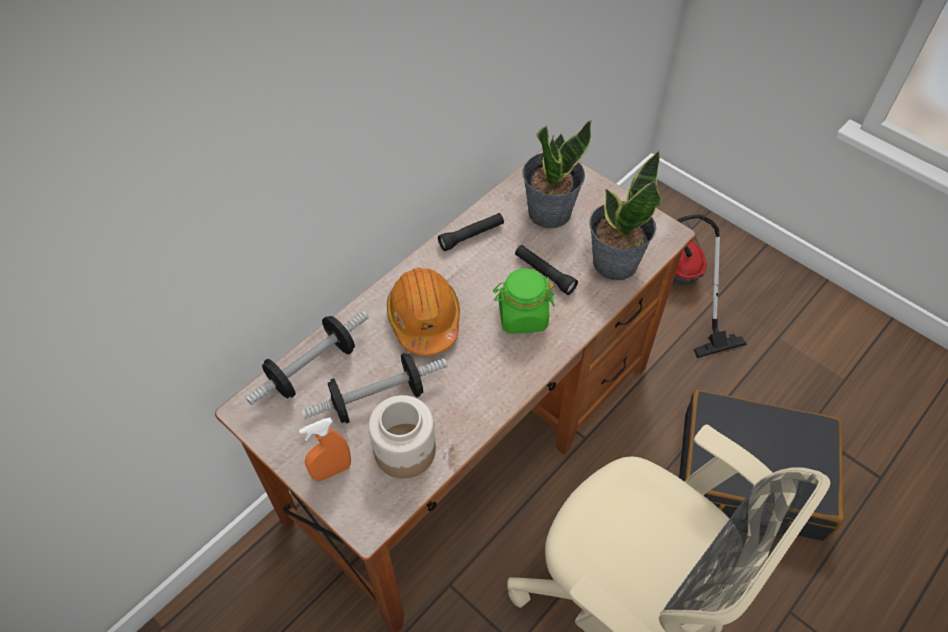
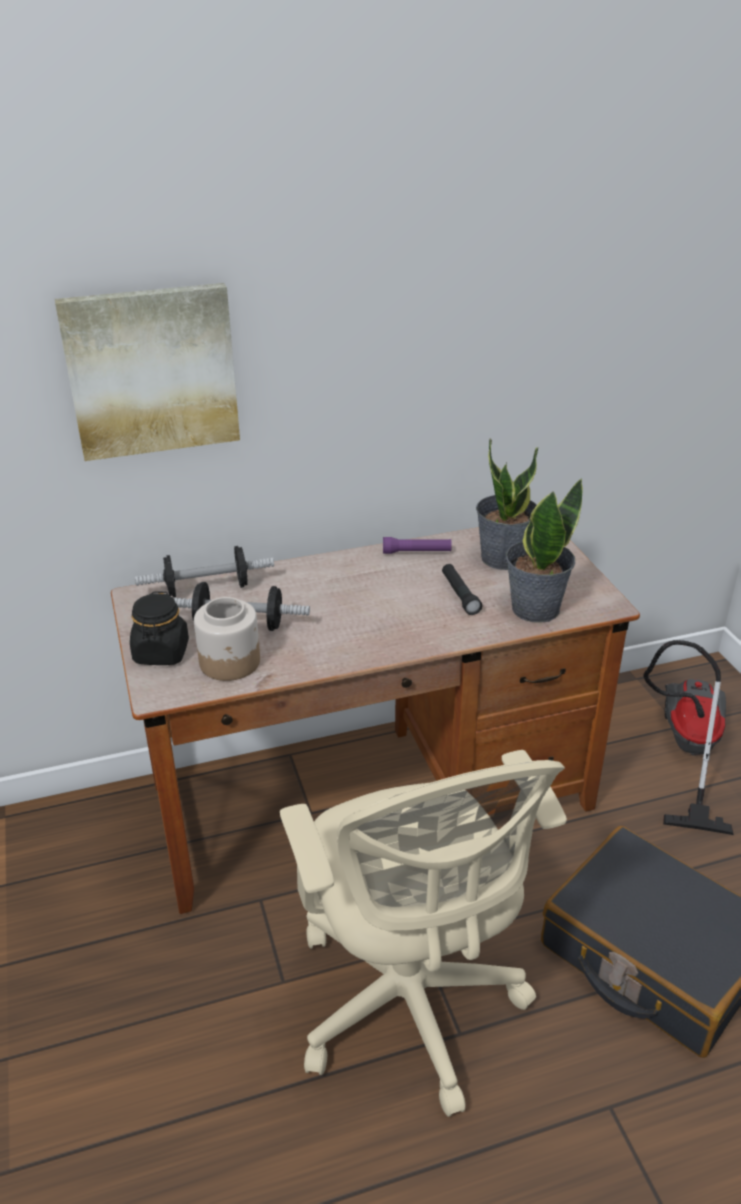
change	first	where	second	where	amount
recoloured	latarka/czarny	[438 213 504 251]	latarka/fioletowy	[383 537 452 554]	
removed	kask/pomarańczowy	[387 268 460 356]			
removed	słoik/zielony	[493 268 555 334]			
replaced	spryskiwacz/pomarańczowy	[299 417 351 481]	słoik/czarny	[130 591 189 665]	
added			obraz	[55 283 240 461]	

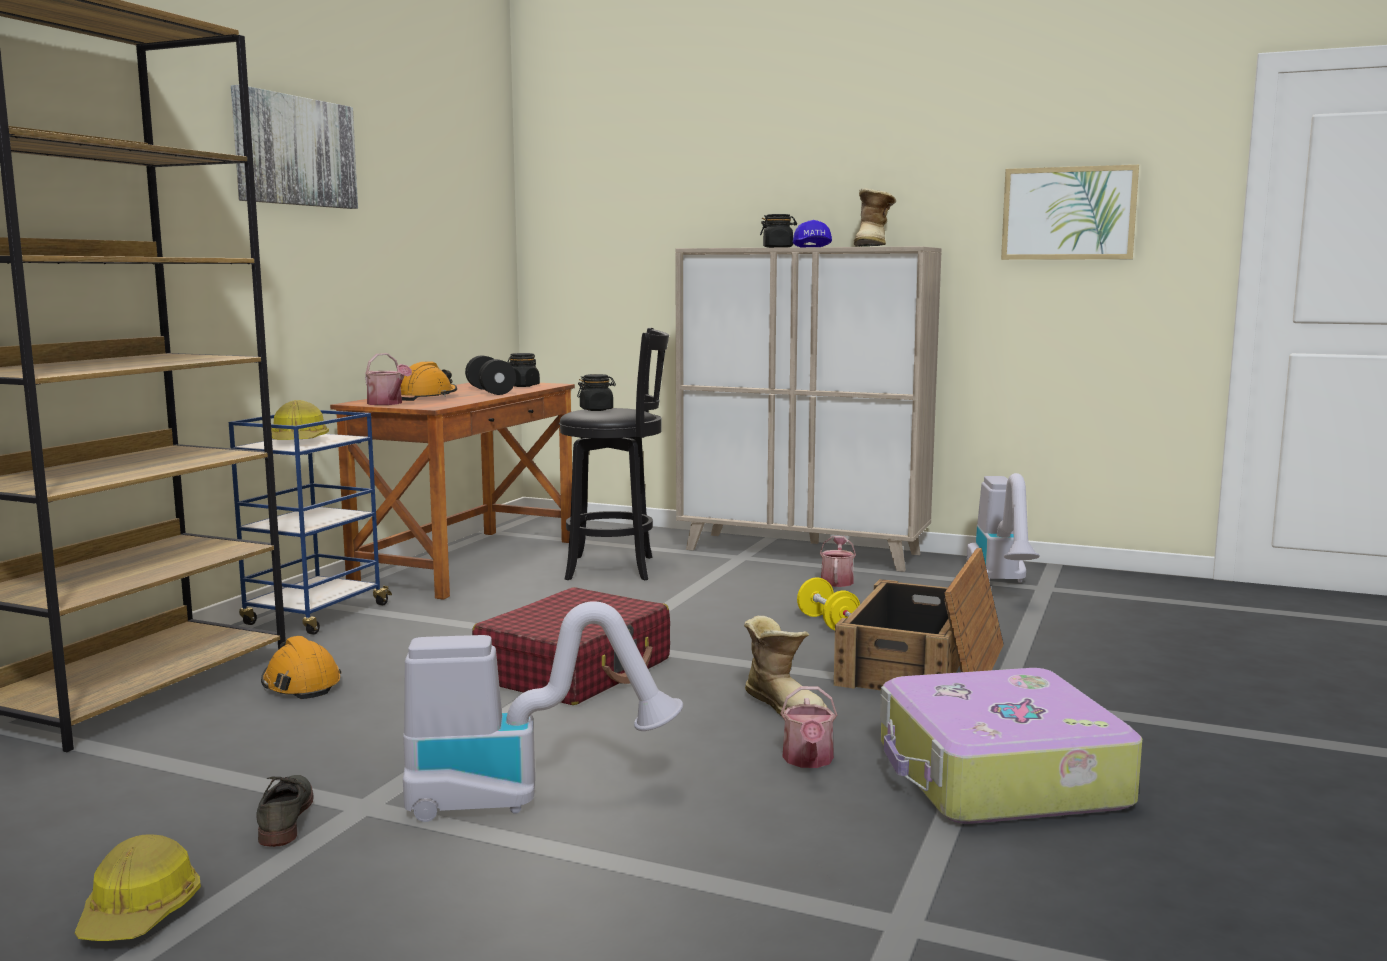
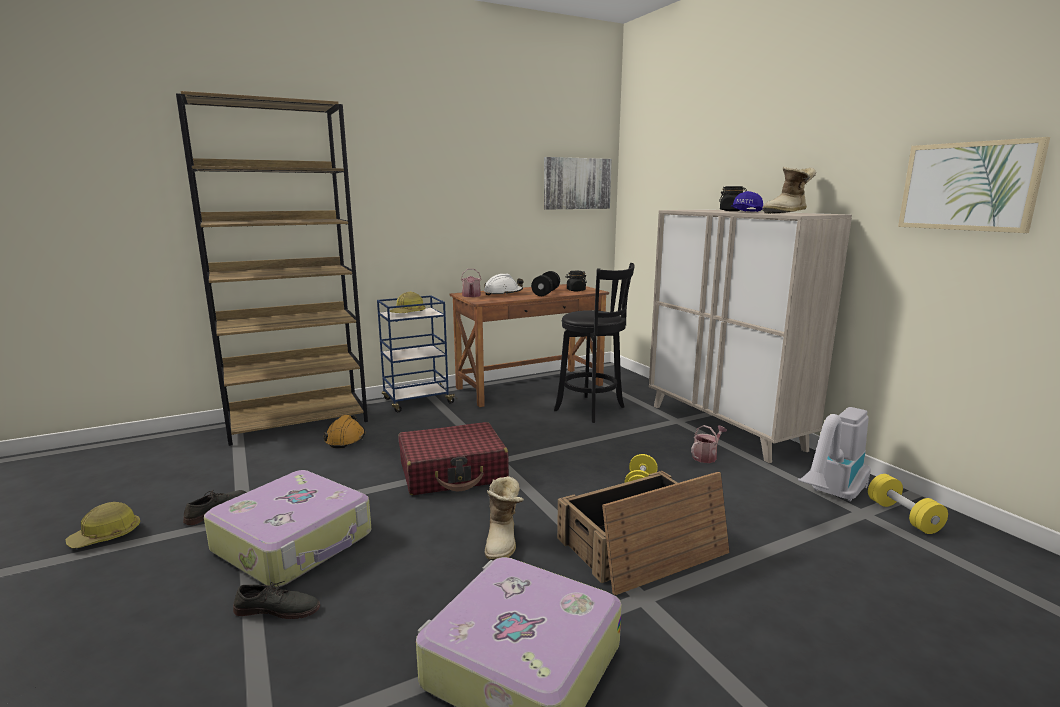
change	first	where	second	where	amount
moved	obraz	[231 85 358 209]		[544 157 612 210]	
recoloured	kask/pomarańczowy	[401 361 457 401]	kask/biały	[484 274 523 295]	
removed	słoik/czarny	[577 374 616 411]			
replaced	odkurzacz	[403 601 683 822]	walizka	[204 470 371 587]	
removed	konewka	[780 686 837 768]			
added			hantel/żółty	[868 474 948 534]	
added			but/szary	[233 581 320 619]	

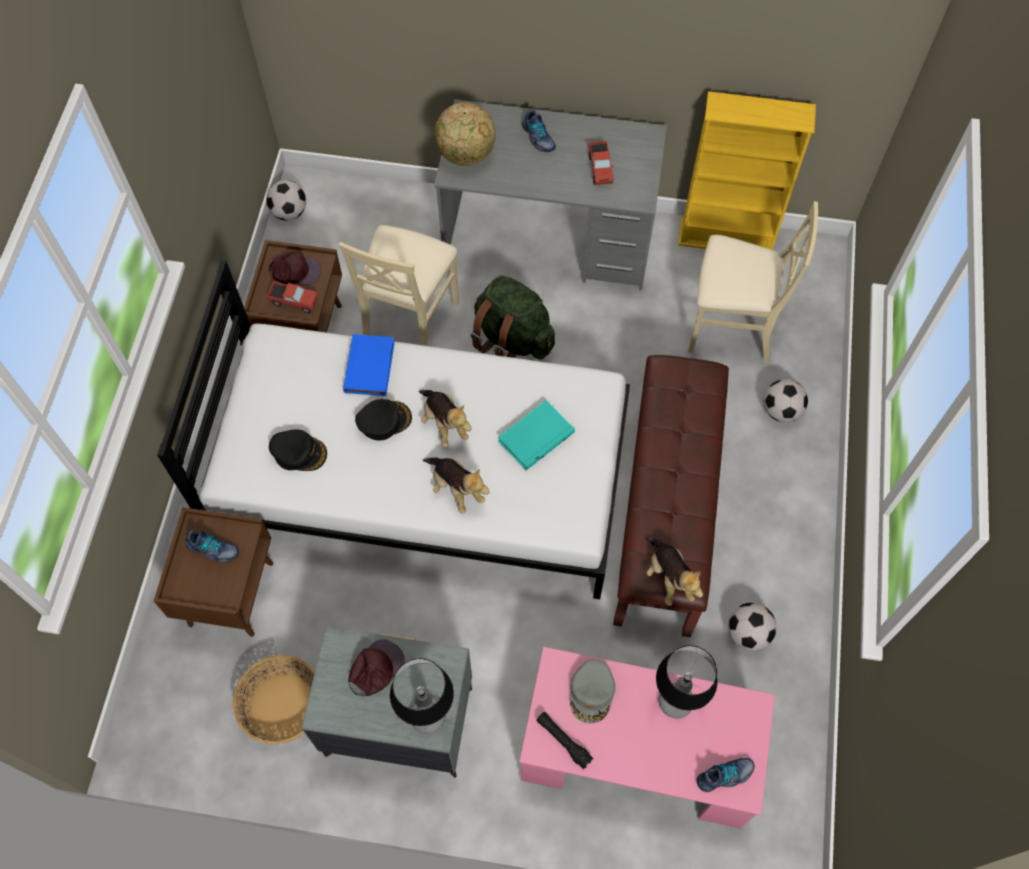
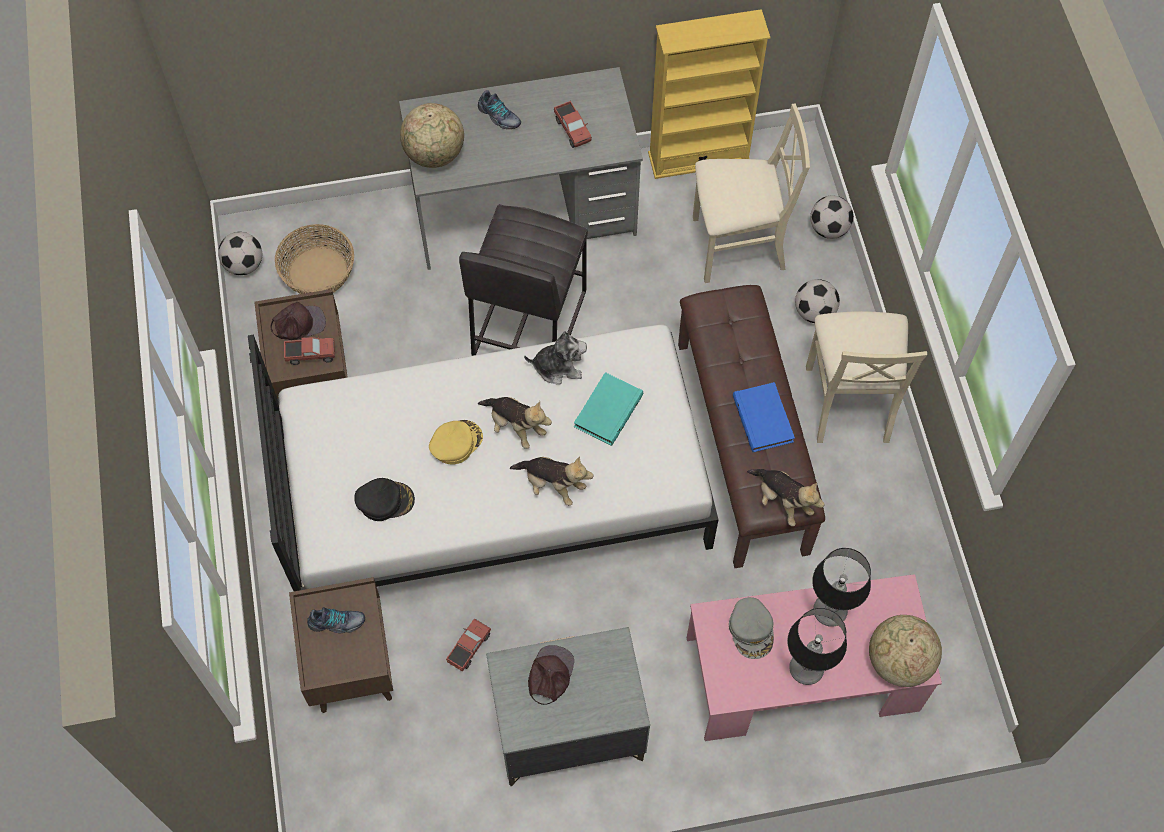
change	first	where	second	where	amount
moved	krzesło/beżowy	[339 225 459 346]		[806 311 927 443]	
replaced	plecak/zielony	[470 276 555 359]	stołek/szary	[459 204 588 356]	
moved	książka/niebieski	[343 334 395 396]		[733 382 795 452]	
recoloured	czapka z daszkiem/czarny	[355 399 412 440]	czapka z daszkiem/żółty	[429 420 483 464]	
moved	piłka futbolowa	[728 603 776 651]		[810 195 854 239]	
moved	koszyk	[233 655 315 744]		[275 224 354 294]	
moved	lampa stołowa	[390 658 454 733]		[787 608 847 685]	
removed	latarka/czarny	[536 712 593 769]			
replaced	but	[697 758 755 792]	globus	[869 615 942 687]	
added			pluszak	[524 331 587 385]	
added			ciężarówka zabawkowa	[446 619 491 671]	

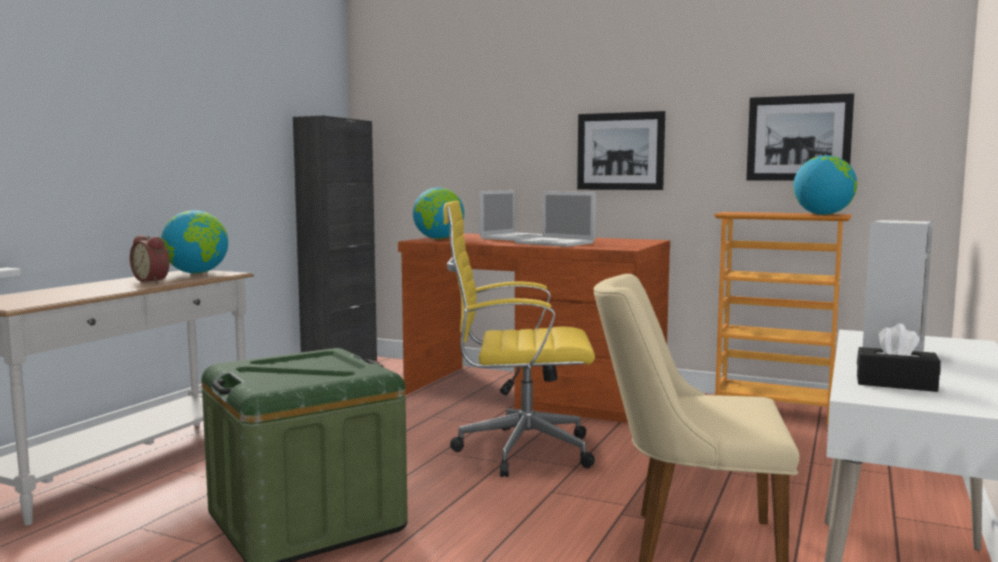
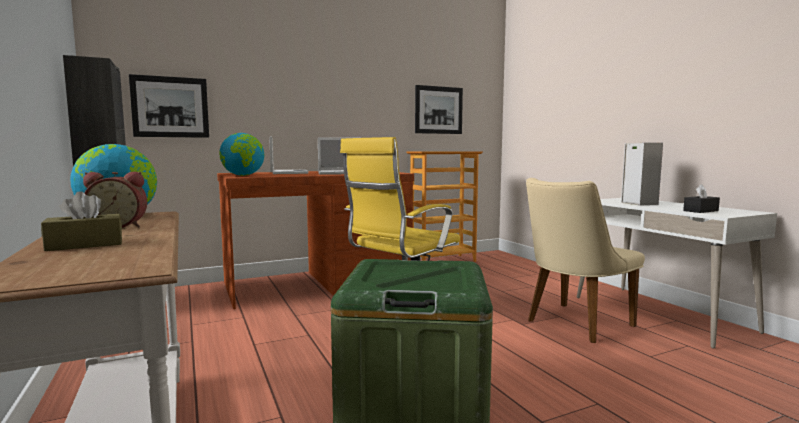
change	first	where	second	where	amount
moved	obraz	[577 111 665 190]		[129 74 209 138]	
removed	globus	[793 155 857 215]			
added			pudełko chusteczek/brązowy	[41 191 122 251]	

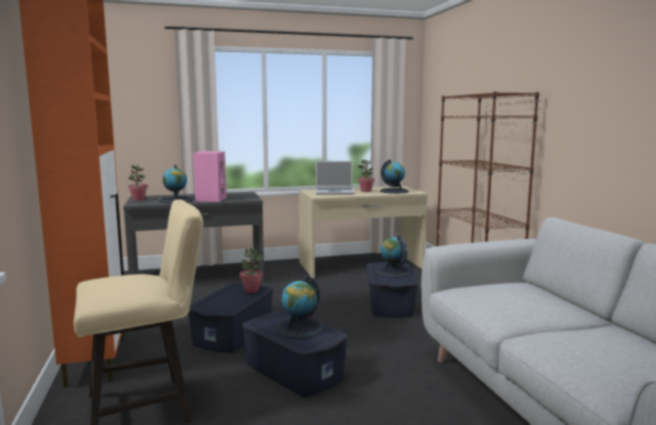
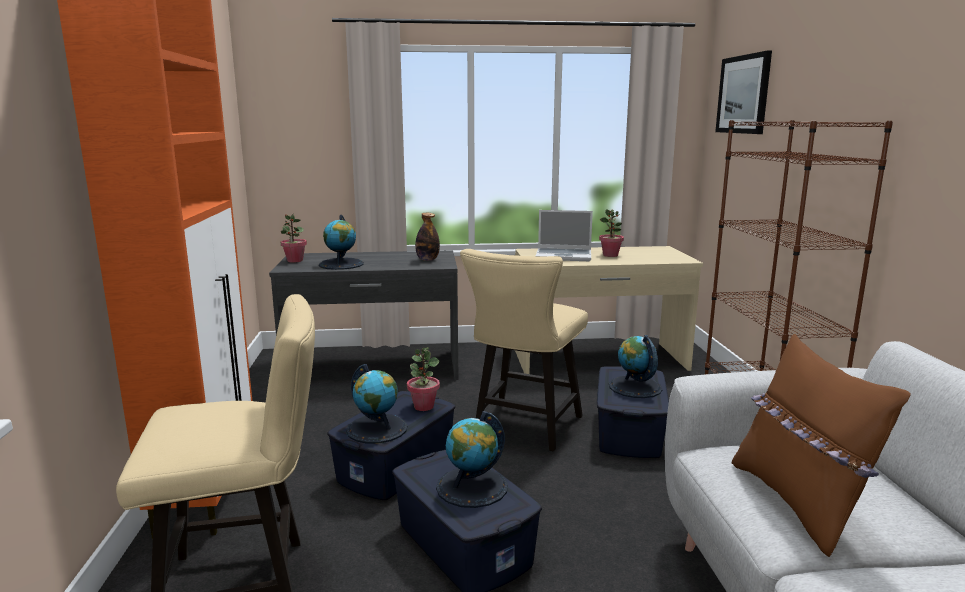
change	first	where	second	where	amount
removed	głośnik/różowy	[193 151 226 202]			
moved	globus	[380 159 409 194]		[346 364 408 444]	
added			obraz	[715 51 772 134]	
added			butelka	[415 213 440 261]	
added			krzesło/beżowy	[460 249 588 451]	
added			poduszka/brązowy	[732 334 911 557]	

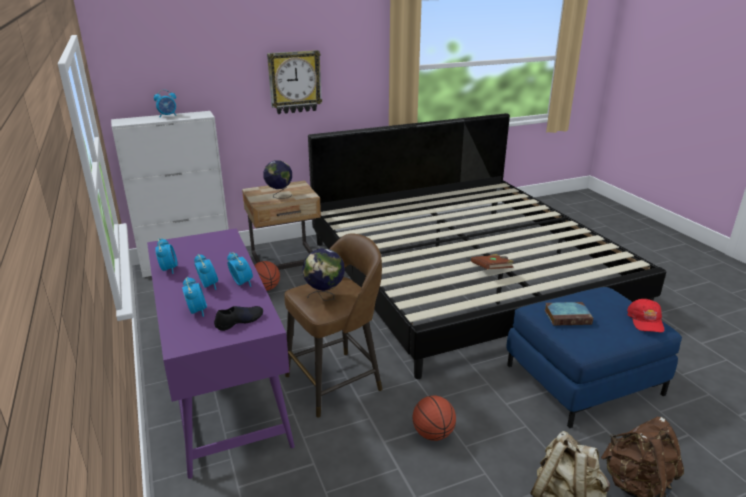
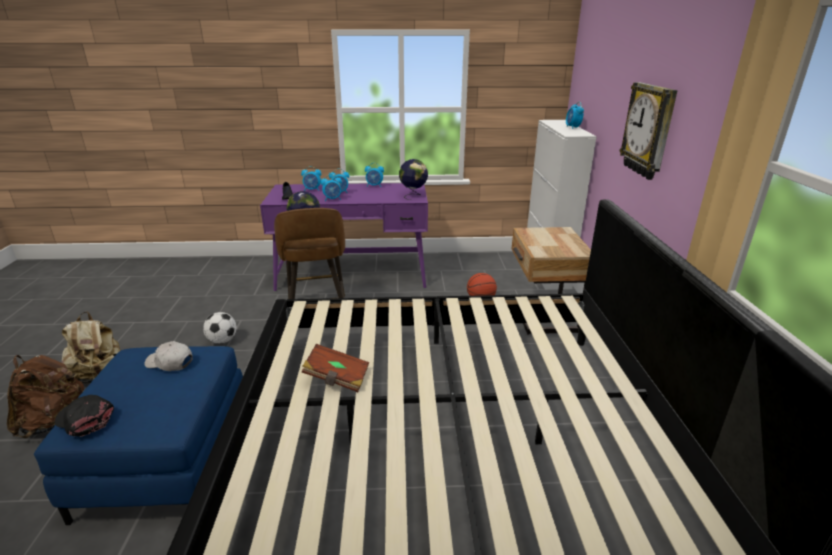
change	first	where	second	where	amount
moved	globus	[263 160 292 199]		[399 159 428 200]	
recoloured	czapka z daszkiem/czerwony	[627 299 665 333]	czapka z daszkiem/czarny	[55 395 114 437]	
replaced	książka	[545 302 593 326]	czapka z daszkiem/biały	[144 341 193 371]	
replaced	piłka do koszykówki	[413 396 456 441]	piłka futbolowa	[203 312 237 344]	

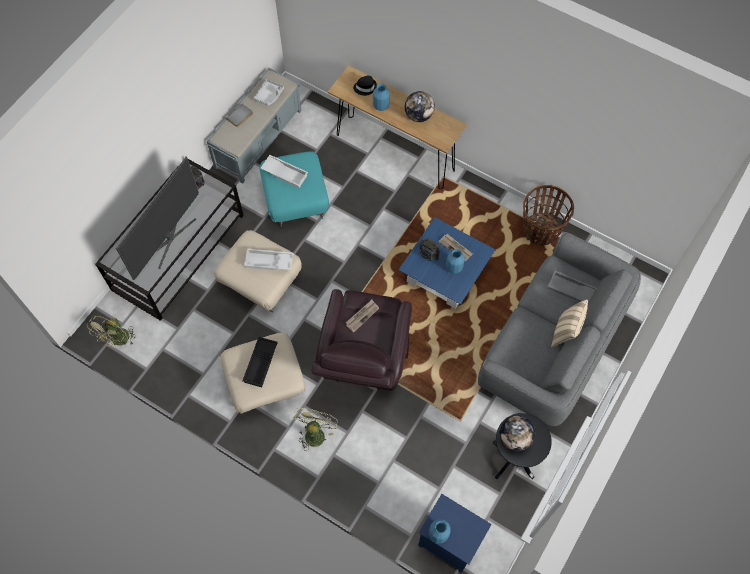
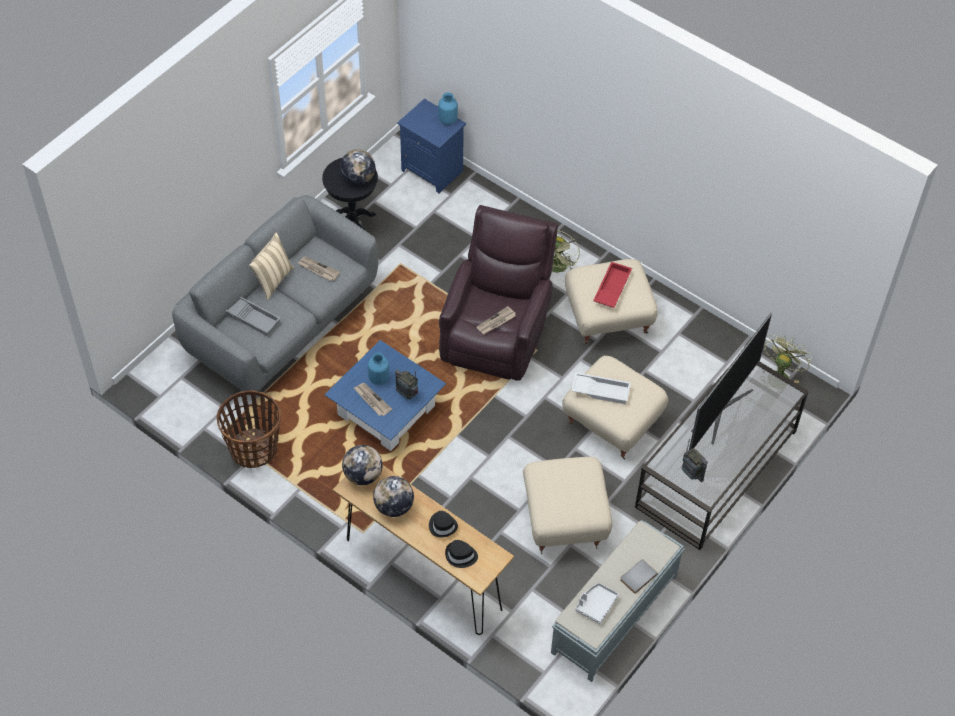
change	first	where	second	where	amount
replaced	wazon/niebieski	[373 83 390 111]	kapelusz/czarny	[429 511 458 537]	
recoloured	pufa/turkusowy	[259 151 329 227]	pufa/beżowy	[523 457 612 554]	
removed	taca/biały	[260 155 308 188]			
recoloured	taca/czarny	[242 337 278 387]	taca/czerwony	[593 262 632 308]	
added			gazeta	[298 257 340 281]	
added			globus	[342 445 383 485]	

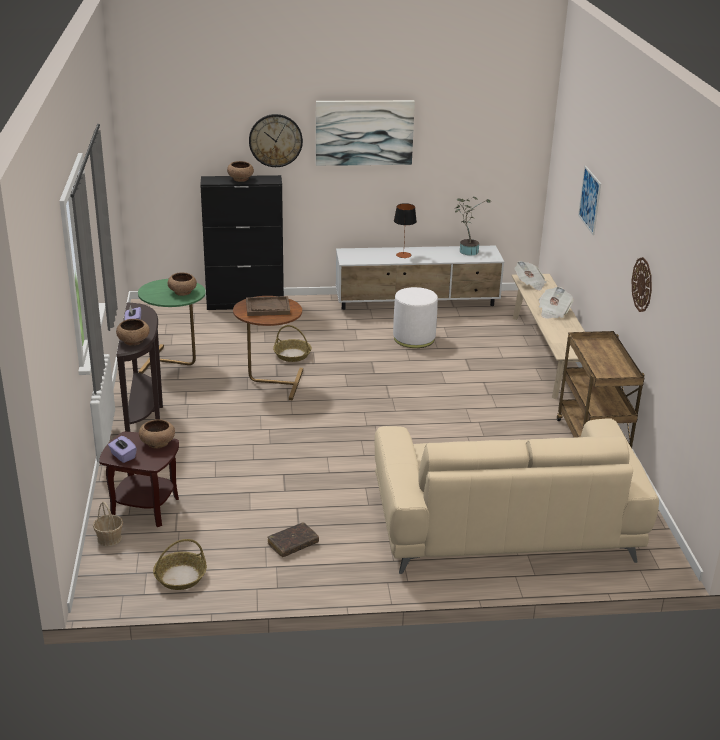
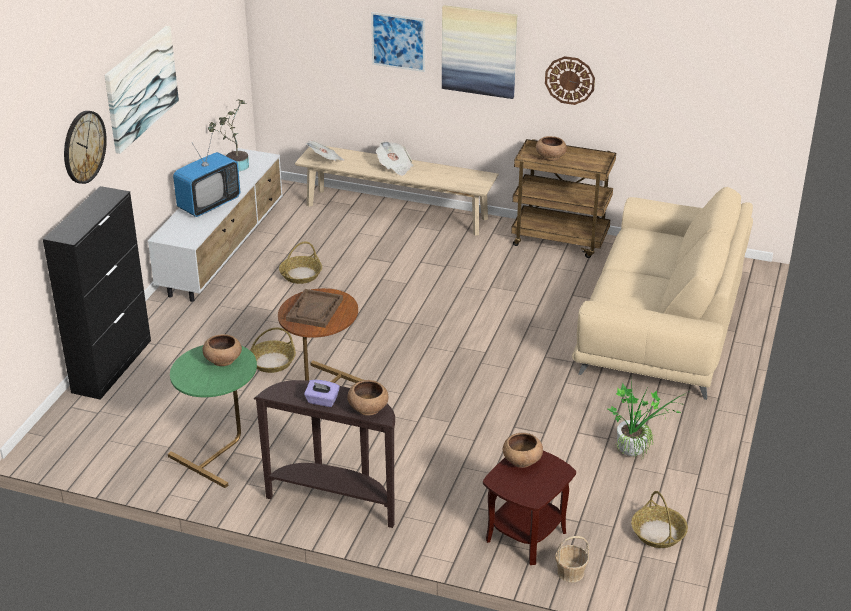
change	first	where	second	where	amount
moved	miska/brązowy	[227 161 254 182]		[536 136 567 161]	
replaced	lampa stołowa	[394 203 417 258]	telewizor	[173 133 240 217]	
replaced	pufa/biały	[393 287 438 348]	koszyk	[279 241 322 284]	
removed	pudełko chusteczek/fioletowy	[108 436 137 463]			
replaced	książka/brązowy	[267 522 319 557]	roślina doniczkowa	[606 380 691 459]	
added			obraz	[442 5 517 99]	

